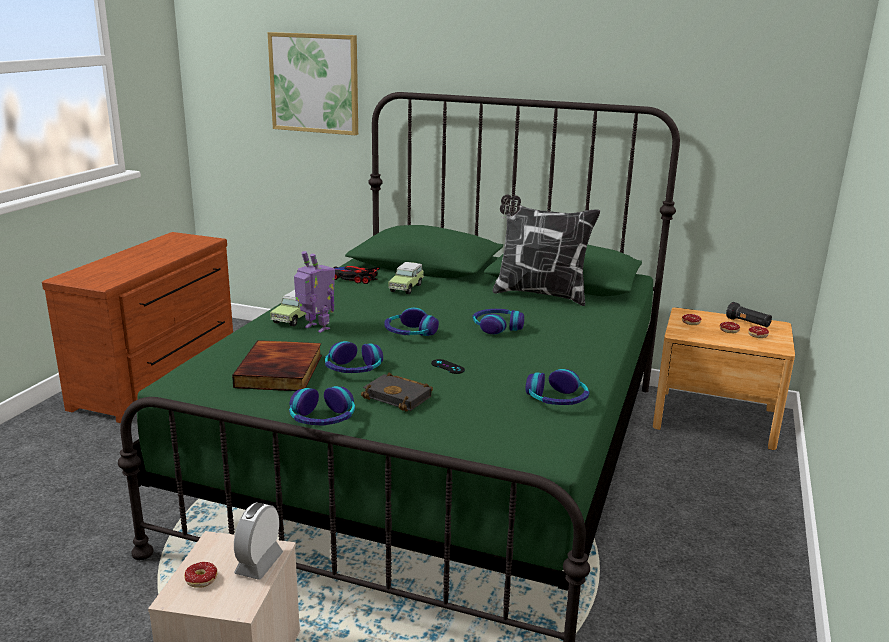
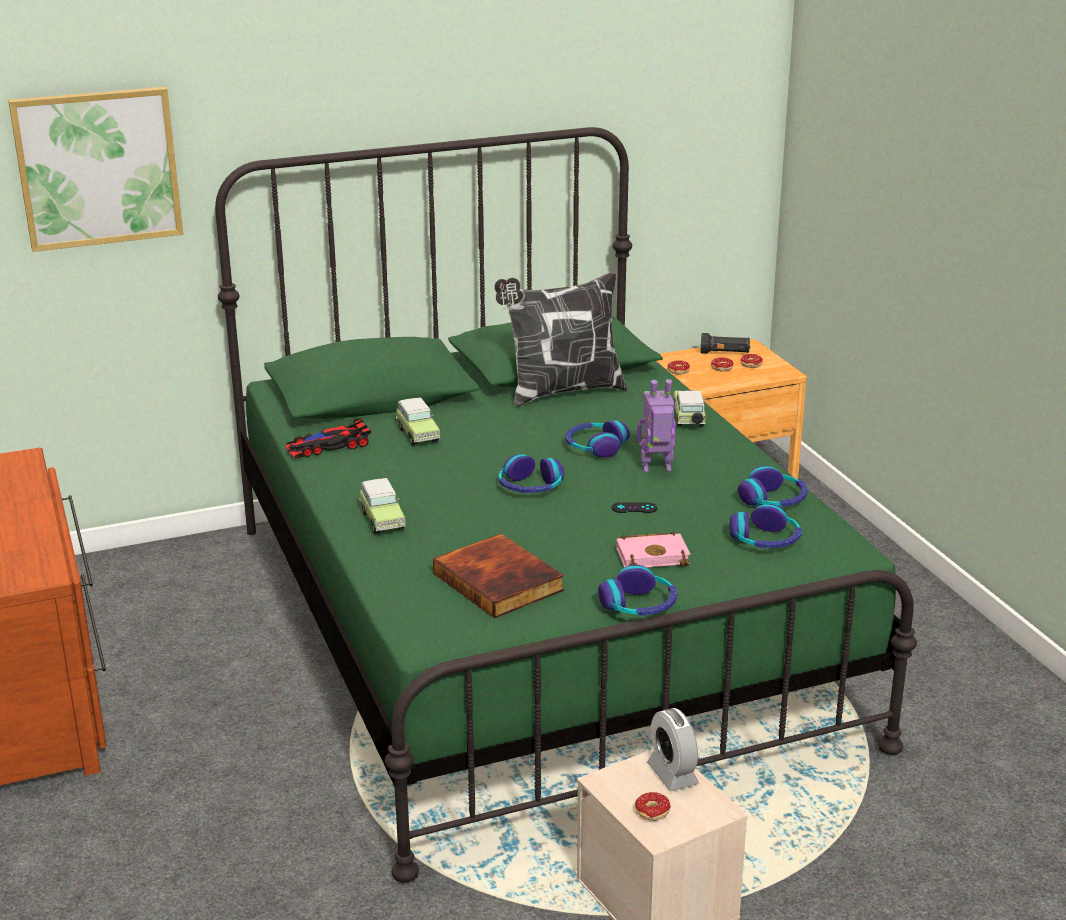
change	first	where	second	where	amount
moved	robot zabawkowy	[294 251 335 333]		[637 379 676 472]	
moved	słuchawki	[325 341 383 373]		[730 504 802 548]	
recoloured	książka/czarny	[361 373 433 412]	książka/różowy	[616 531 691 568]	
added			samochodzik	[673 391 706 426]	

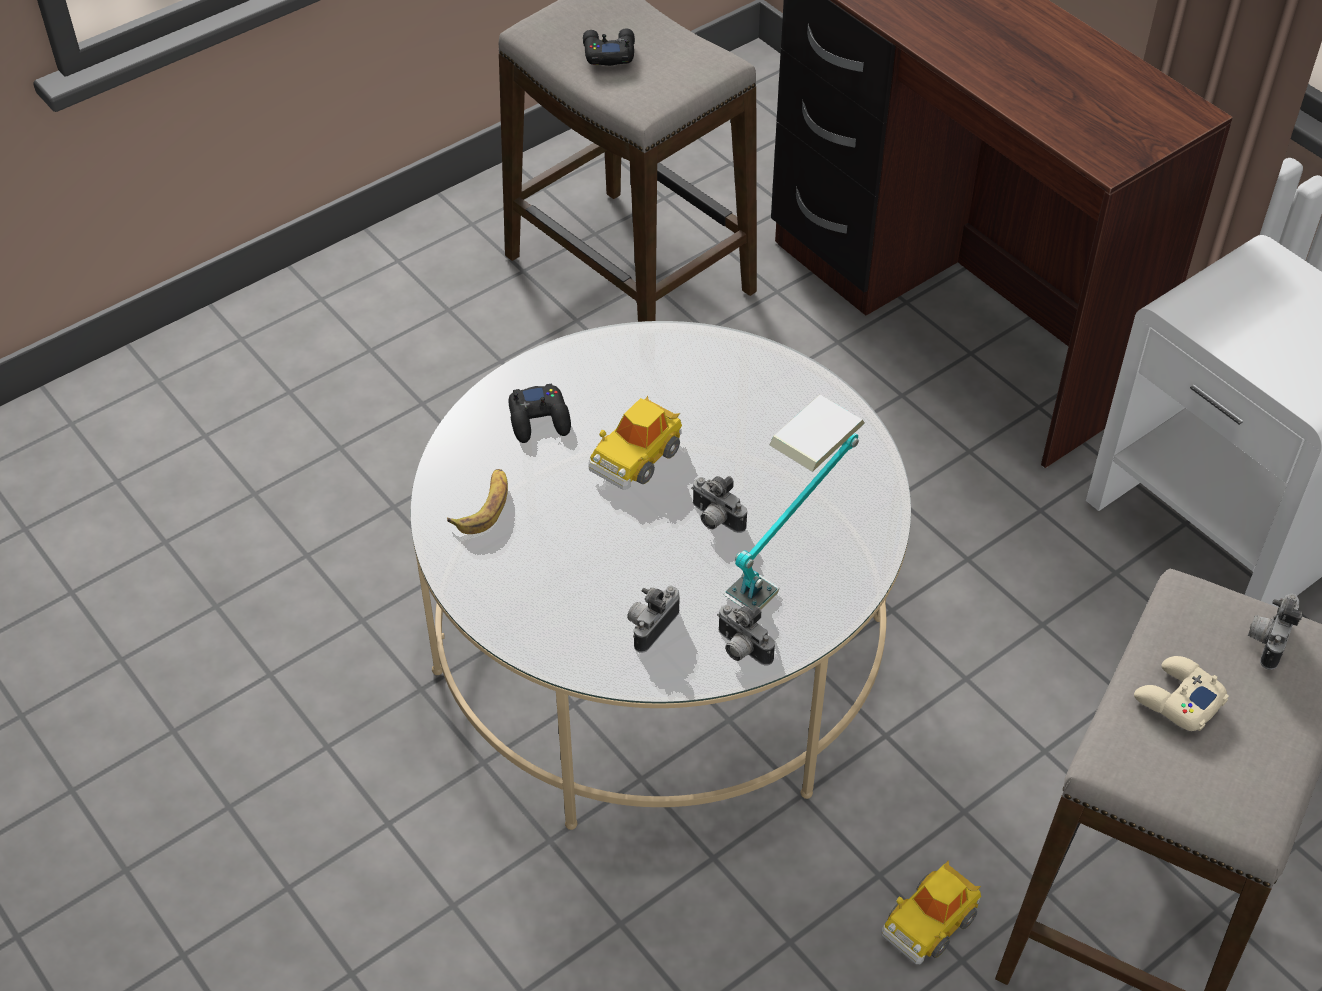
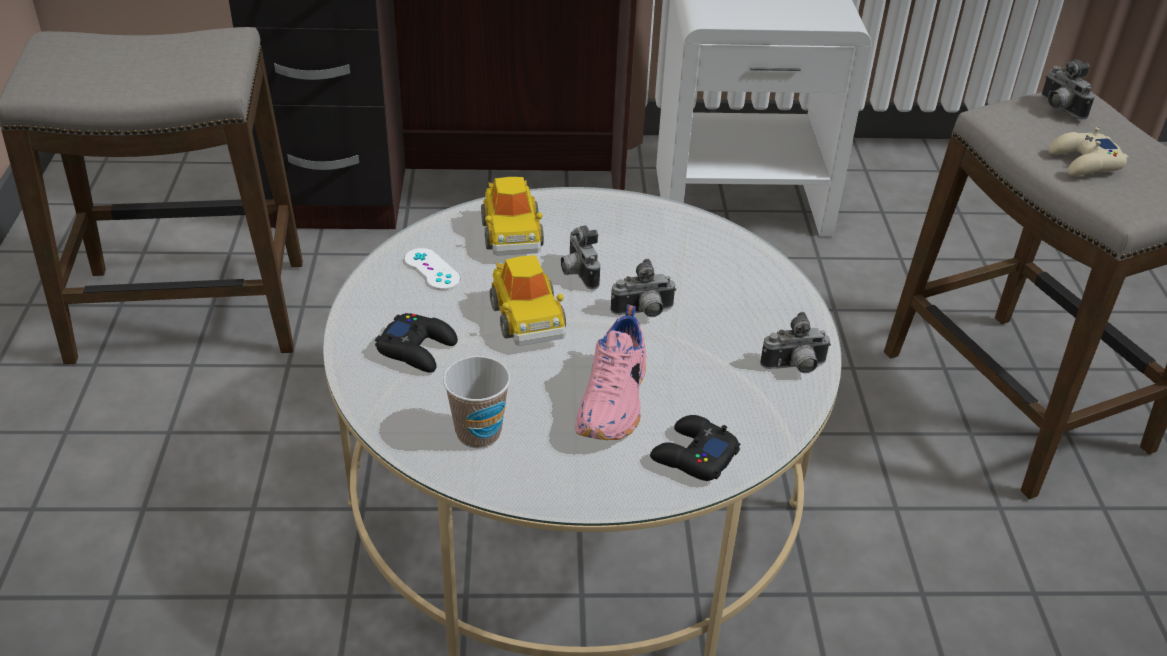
change	first	where	second	where	amount
moved	pad do gier/czarny	[583 28 635 66]		[650 415 740 481]	
removed	lampa stołowa	[723 394 865 610]			
replaced	banan	[447 469 508 534]	filiżanka	[443 356 511 448]	
moved	aparat fotograficzny	[627 586 680 653]		[561 225 600 289]	
moved	samochodzik	[881 860 981 964]		[481 177 544 256]	
added			pad do gier/biały	[405 248 460 290]	
added			but/różowy	[575 305 647 440]	

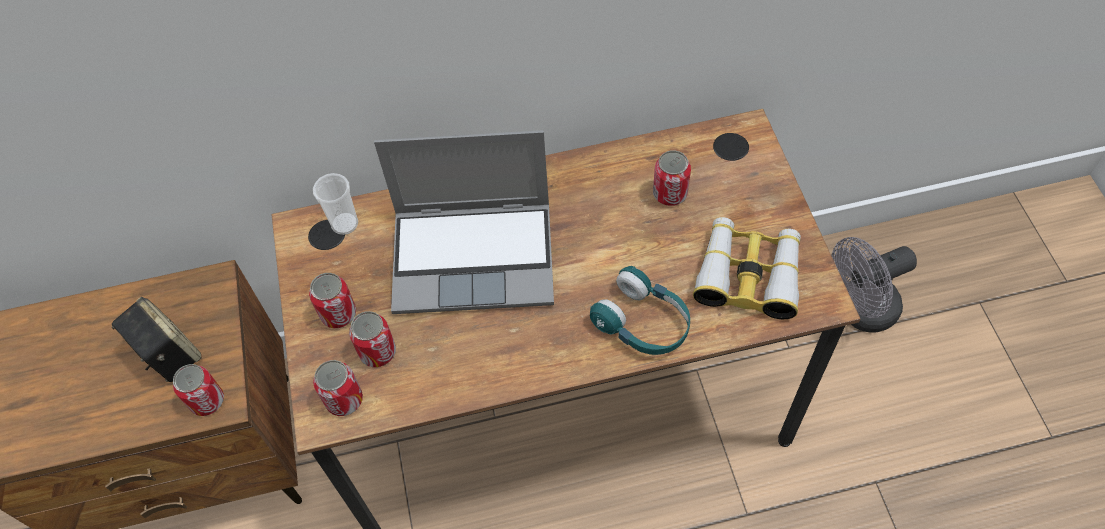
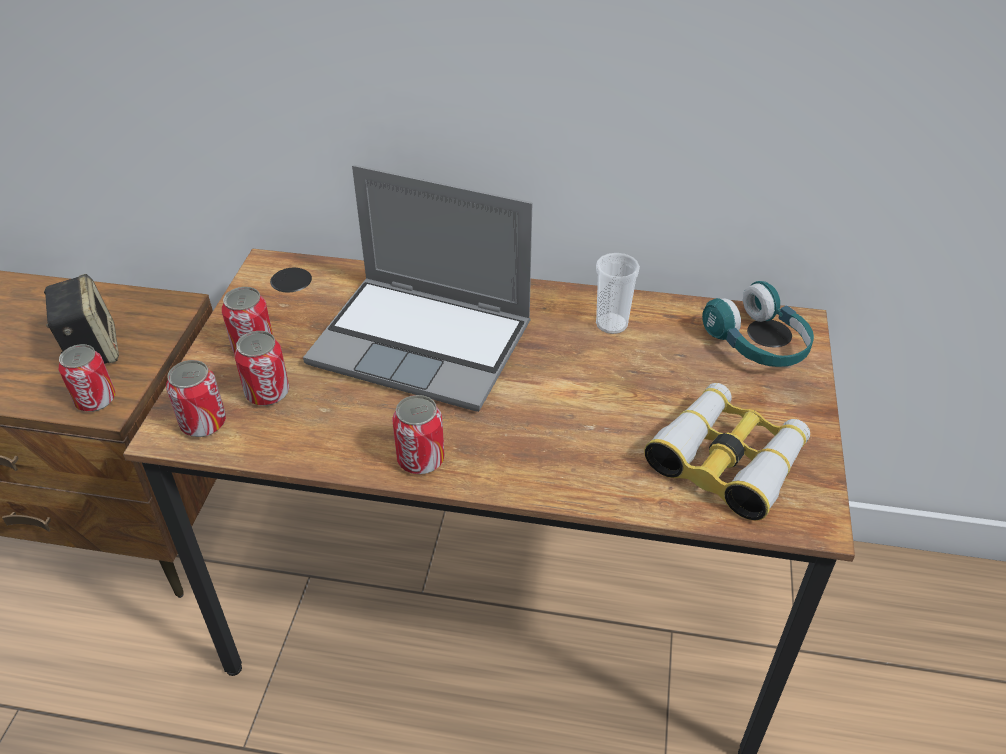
change	first	where	second	where	amount
moved	puszka	[653 150 691 206]		[392 395 445 474]	
moved	filiżanka	[313 173 358 235]		[596 253 640 334]	
removed	wentylator/szary	[832 237 917 333]			
moved	słuchawki/turkusowy	[590 266 690 355]		[702 281 814 367]	

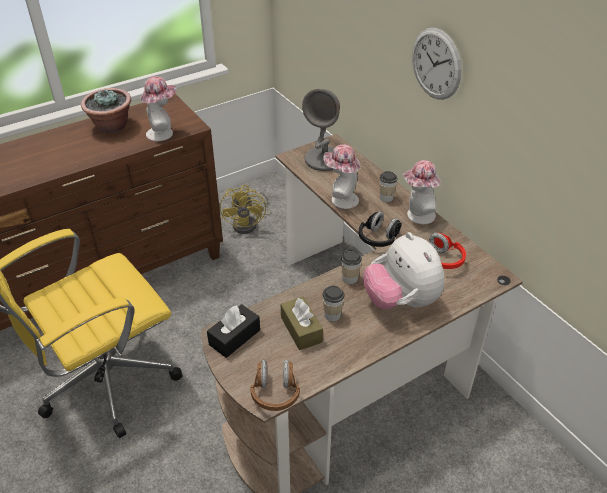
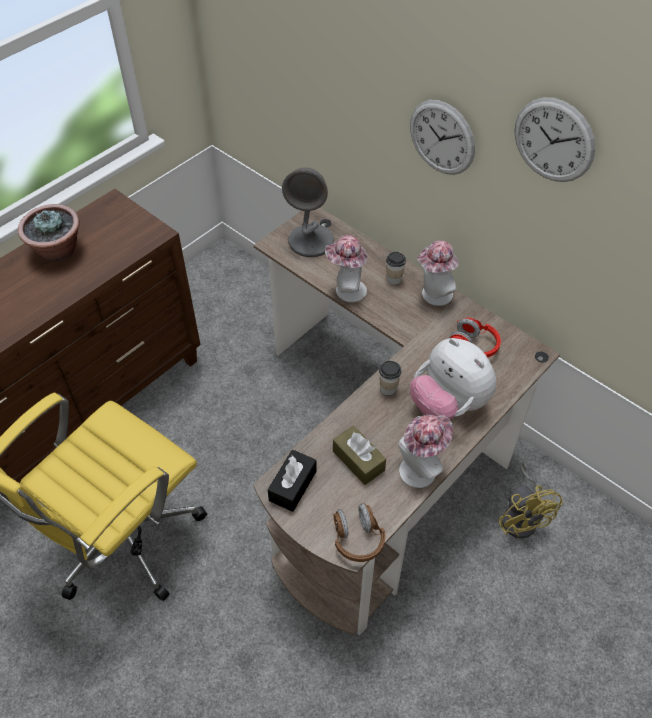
change	first	where	second	where	amount
moved	kapelusz	[140 76 176 141]		[399 415 453 488]	
moved	wentylator/żółty	[220 184 270 234]		[498 462 562 538]	
removed	słuchawki/czarny	[359 211 402 247]			
removed	filiżanka	[322 286 345 322]			
added			zegar ścienny	[514 98 595 182]	

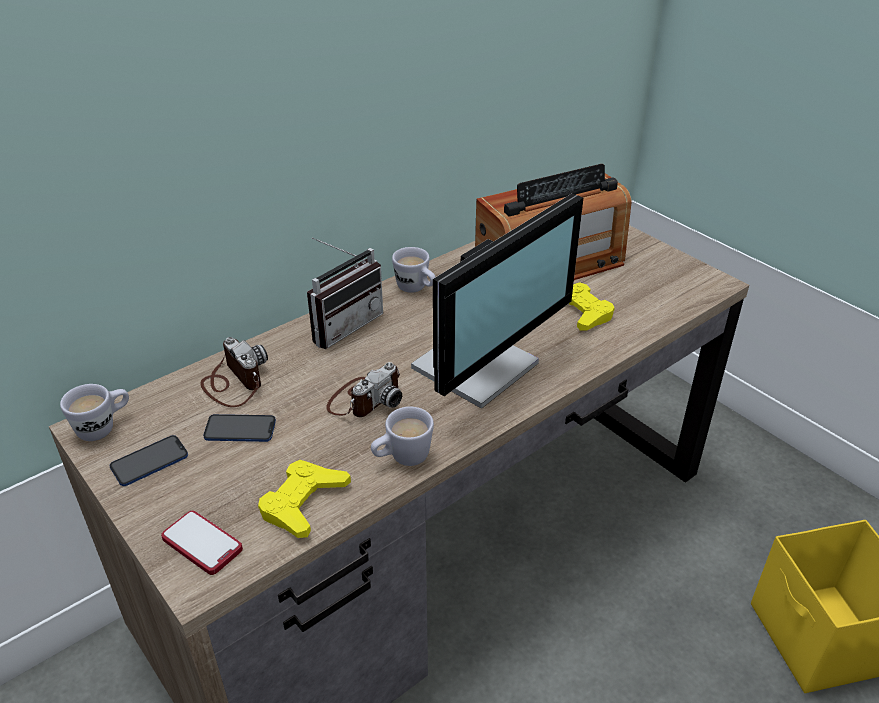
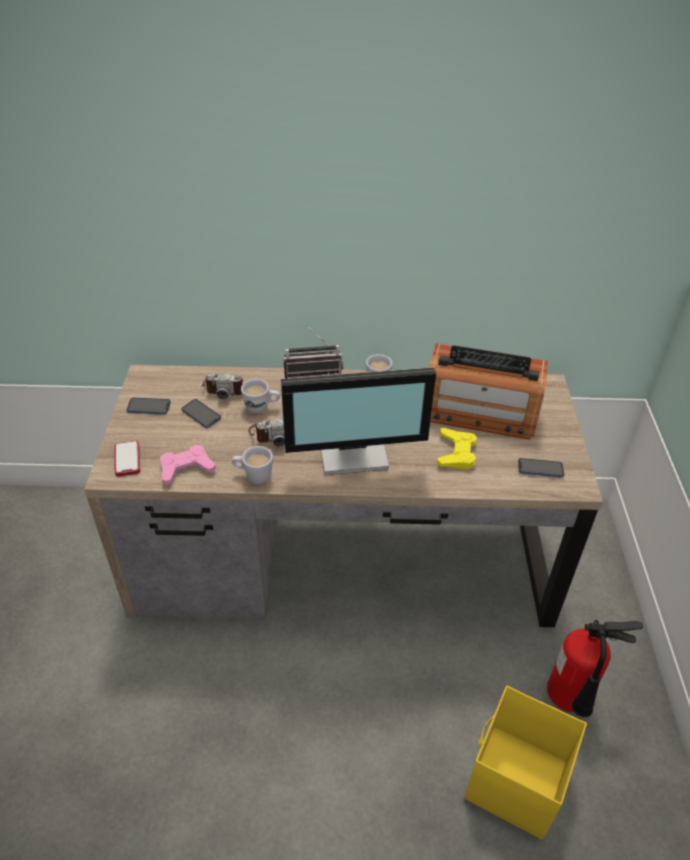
change	first	where	second	where	amount
turned	aparat fotograficzny	[200 337 268 407]		[202 373 244 399]	90 degrees clockwise
moved	kubek/biały	[60 384 129 441]		[241 379 280 413]	
recoloured	pad do gier/żółty	[258 460 351 538]	pad do gier/różowy	[160 445 216 485]	
added			telefon	[518 458 564 478]	
added			gaśnica	[547 620 643 717]	

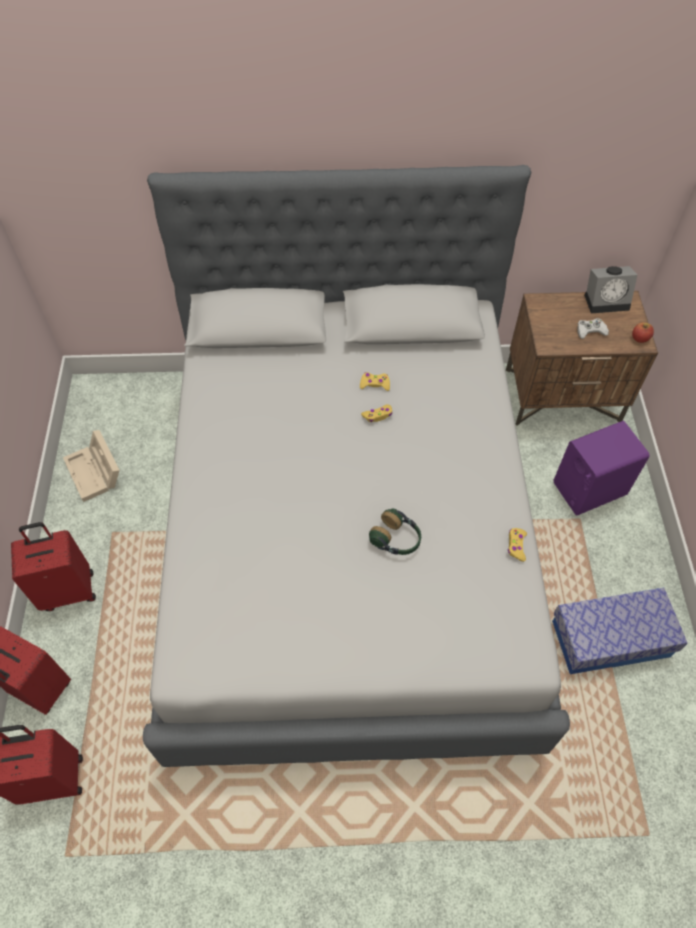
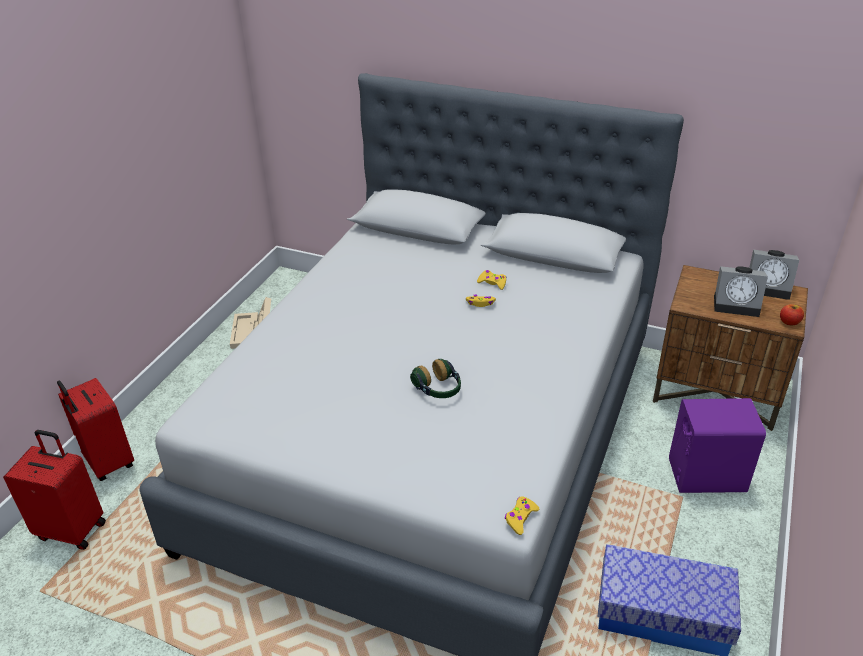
change	first	where	second	where	amount
replaced	pad do gier/biały	[577 318 609 339]	budzik	[714 266 768 317]	
removed	walizka/czerwony	[11 522 96 611]			
moved	pad do gier/żółty	[508 528 527 562]		[505 496 539 535]	

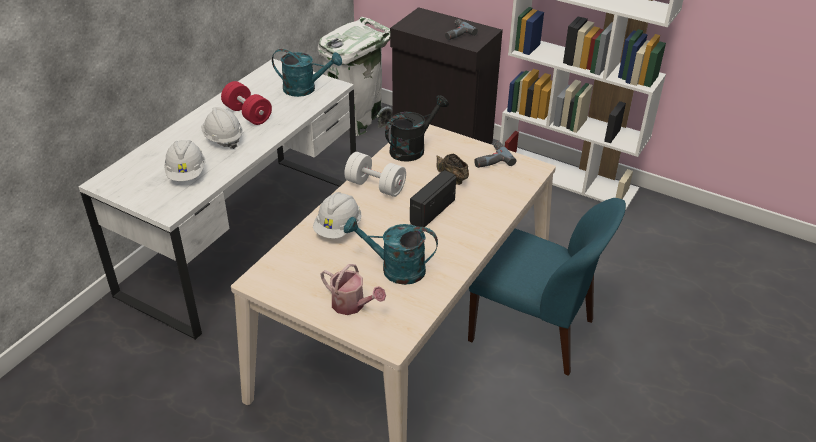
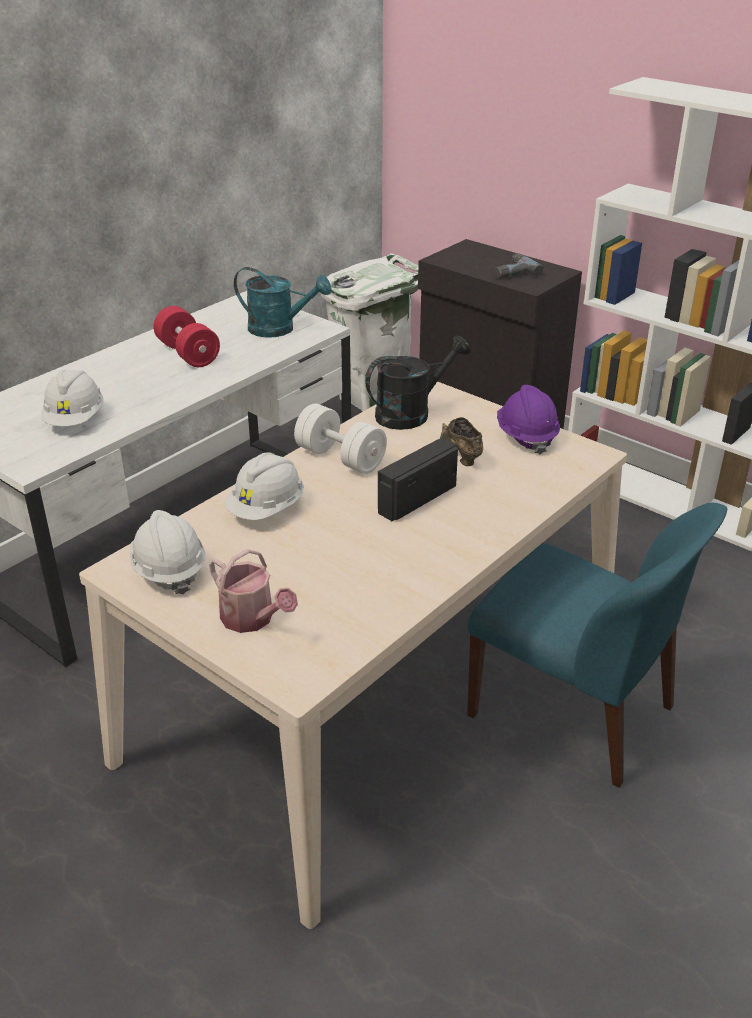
change	first	where	second	where	amount
moved	kask/biały	[201 107 243 149]		[129 510 205 595]	
replaced	wiertarka	[474 141 517 168]	kask/fioletowy	[497 385 560 455]	
removed	konewka/turkusowy	[344 216 438 285]			

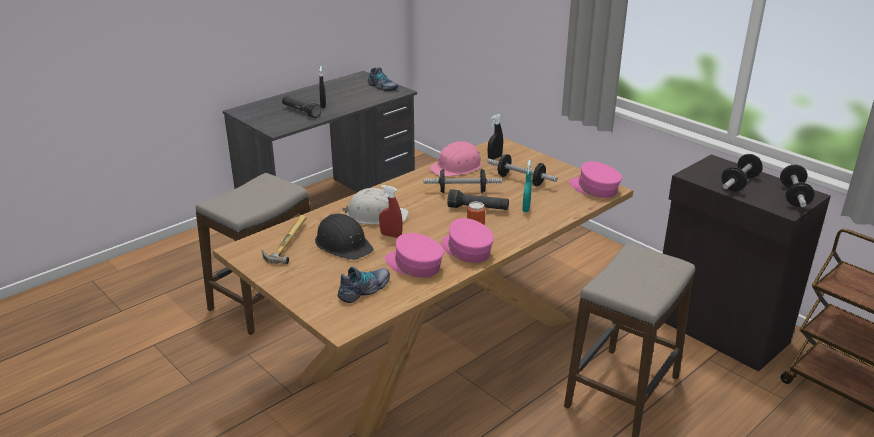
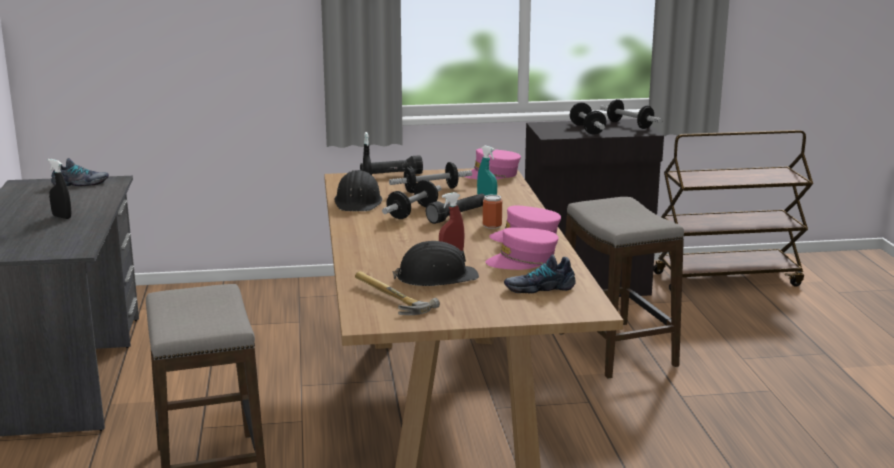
change	first	where	second	where	amount
moved	latarka/czarny	[282 96 321 118]		[360 155 423 174]	
recoloured	kask/różowy	[429 141 482 177]	kask/czarny	[335 170 382 211]	
removed	kask/biały	[343 188 409 224]			
turned	but	[337 267 390 303]		[504 254 576 293]	90 degrees counterclockwise

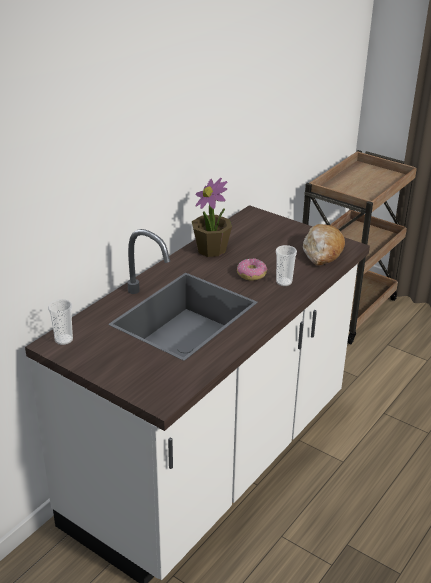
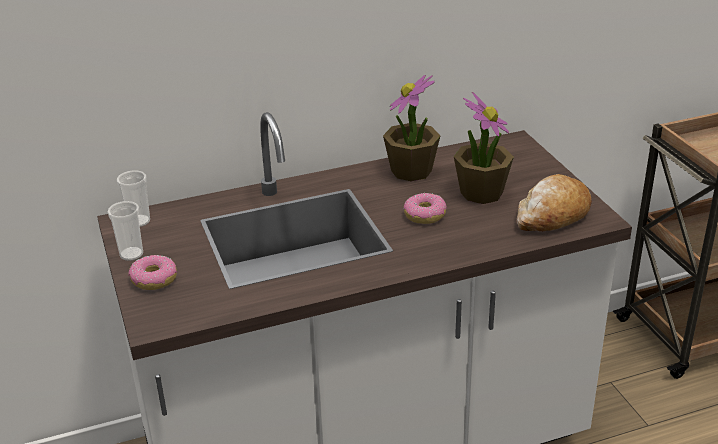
change	first	where	second	where	amount
moved	filiżanka	[276 245 297 286]		[107 201 143 261]	
added			roślina doniczkowa	[454 92 514 204]	
added			donut	[128 255 177 290]	

